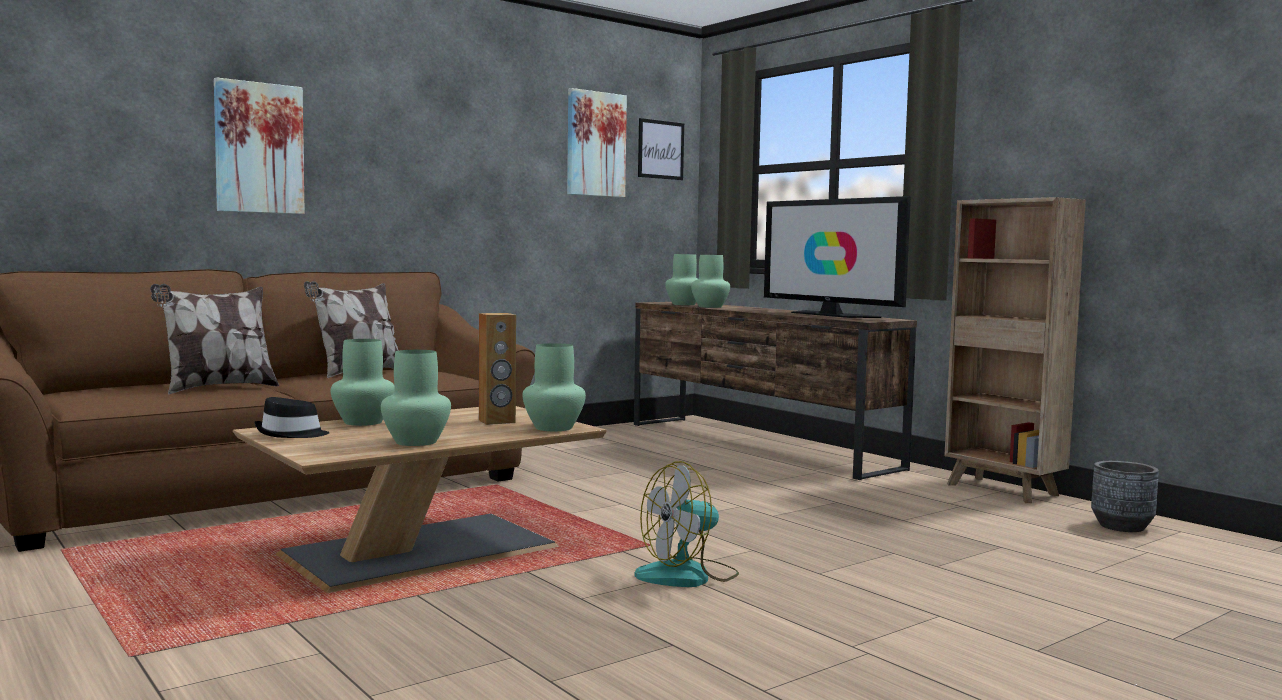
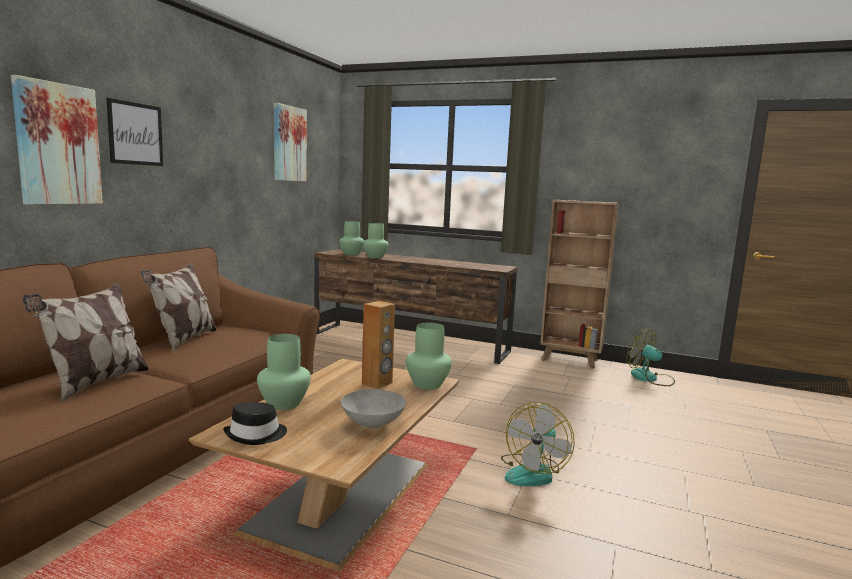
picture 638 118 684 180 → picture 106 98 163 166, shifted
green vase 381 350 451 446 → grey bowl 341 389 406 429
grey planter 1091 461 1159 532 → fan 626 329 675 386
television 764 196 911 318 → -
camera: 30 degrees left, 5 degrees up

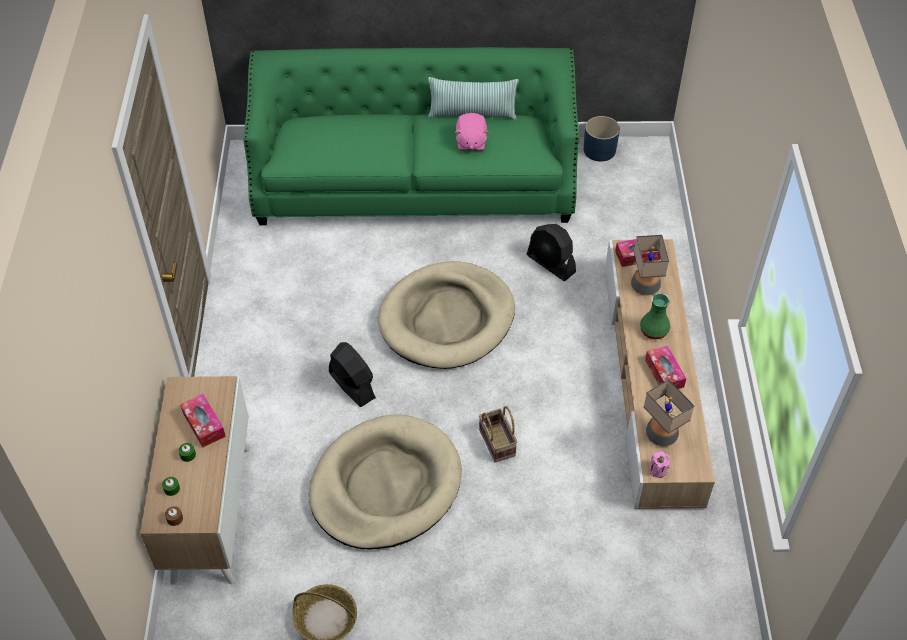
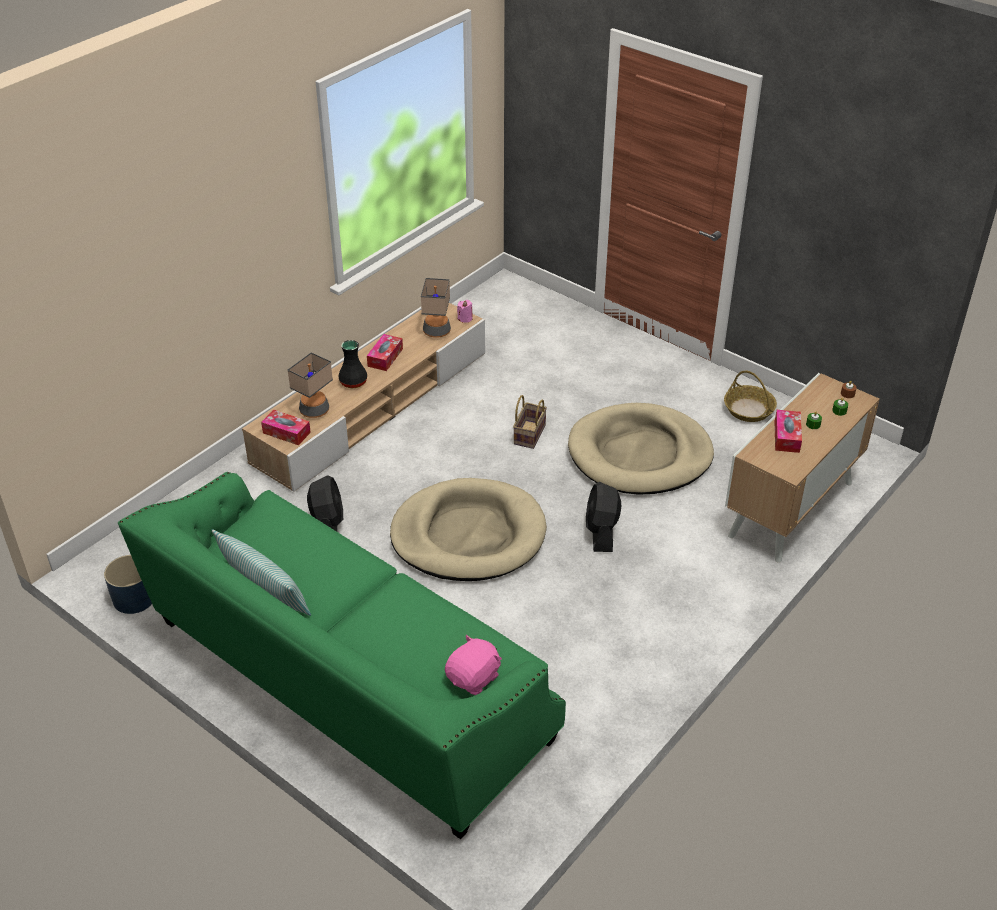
green vase 640 293 670 339 → black vase 339 340 367 388
pink plush toy 454 113 489 151 → pink plush toy 445 635 502 695, shifted
camera: 140 degrees left, 10 degrees down

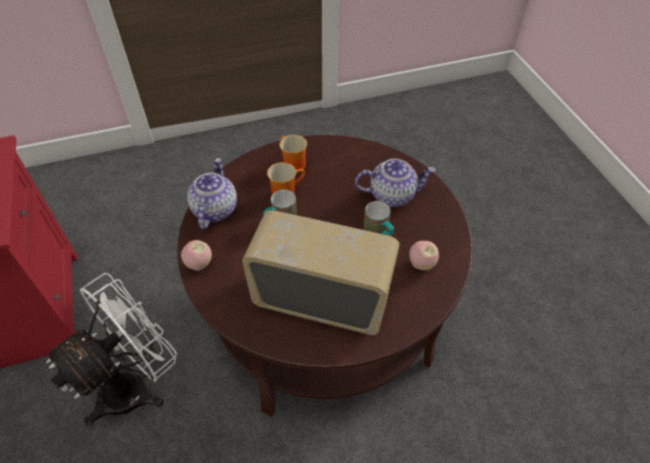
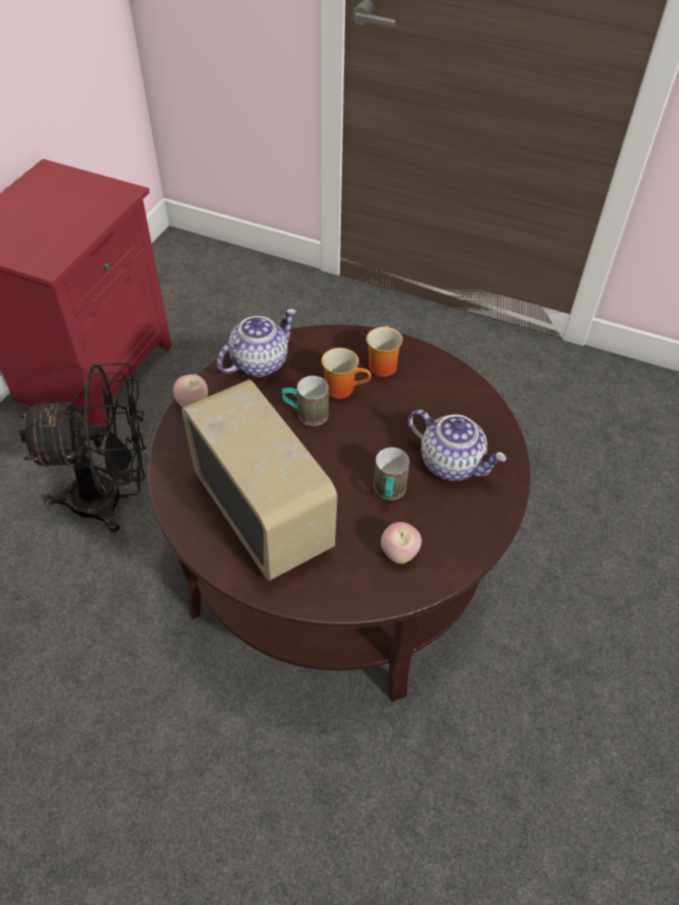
white fan 46 273 177 427 → black fan 19 363 146 534
camera: 40 degrees right, 0 degrees up

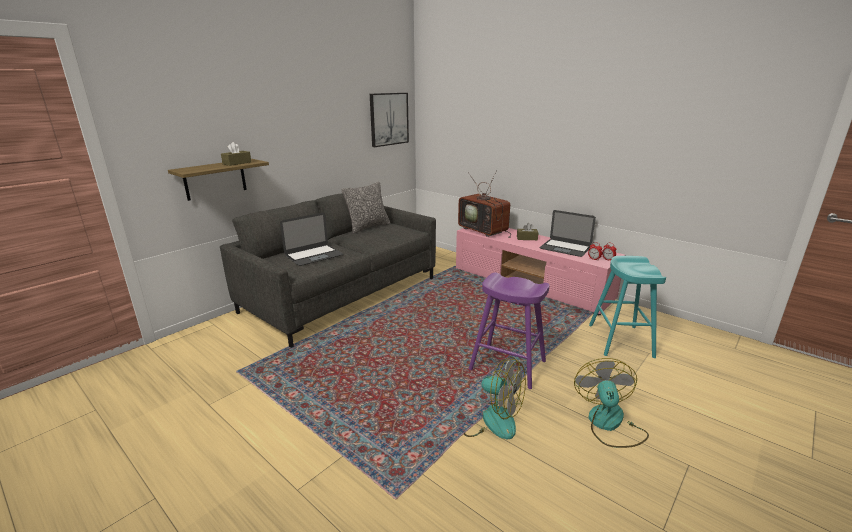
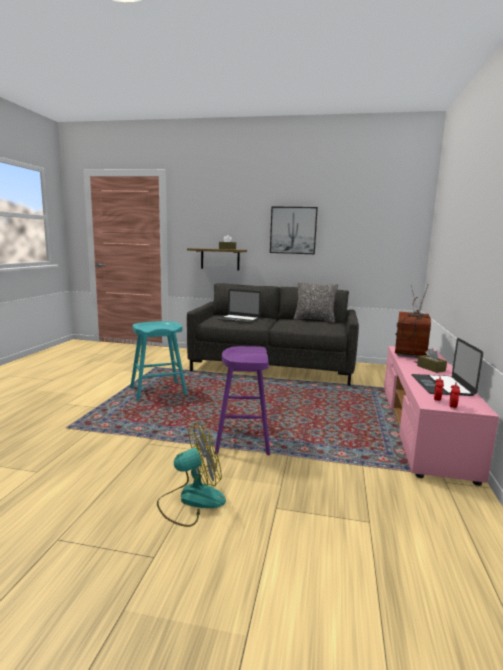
turquoise stool 589 256 666 358 → turquoise stool 130 321 187 401, shifted
picture 370 93 409 147 → picture 270 206 318 254, shifted
fan 464 357 526 439 → -
camera: 60 degrees right, 10 degrees down

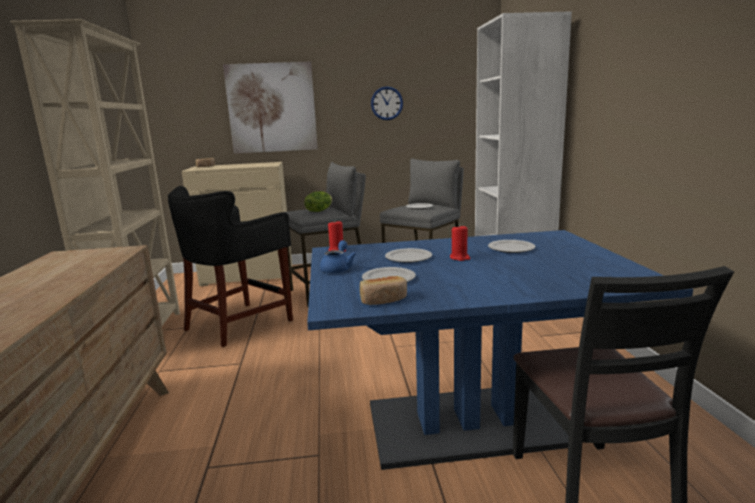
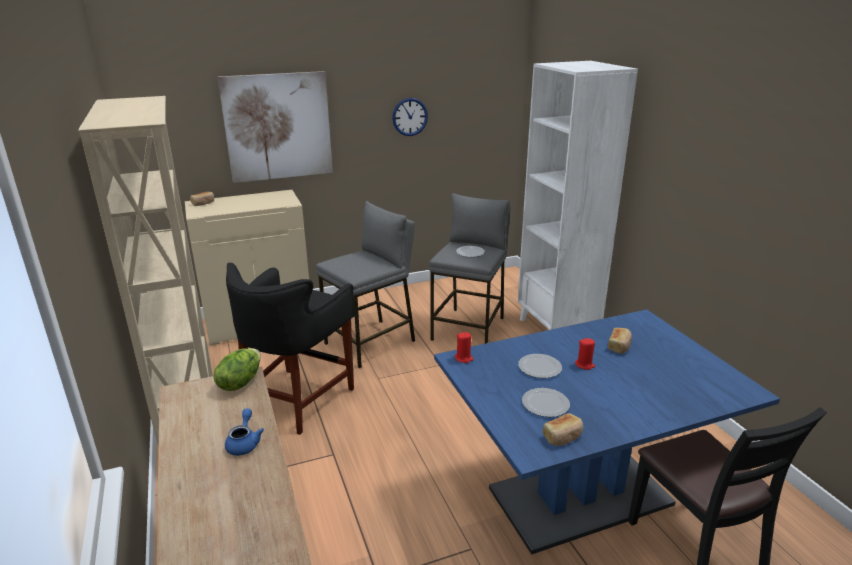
lettuce 304 191 332 212 → lettuce 214 348 261 391, shifted
blue teapot 320 240 356 273 → blue teapot 225 408 264 456, shifted
plate 488 240 535 253 → bread 608 328 632 354
camera: 15 degrees left, 10 degrees up

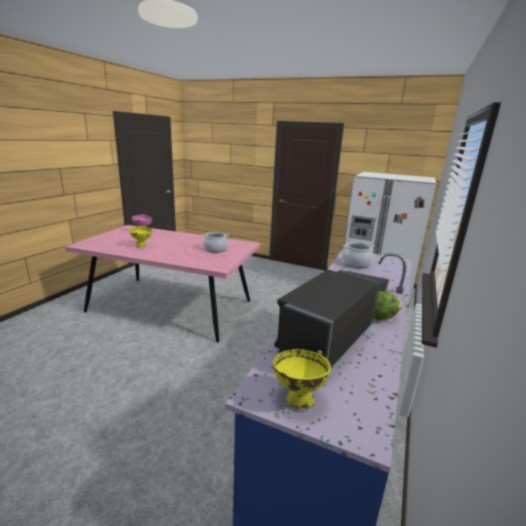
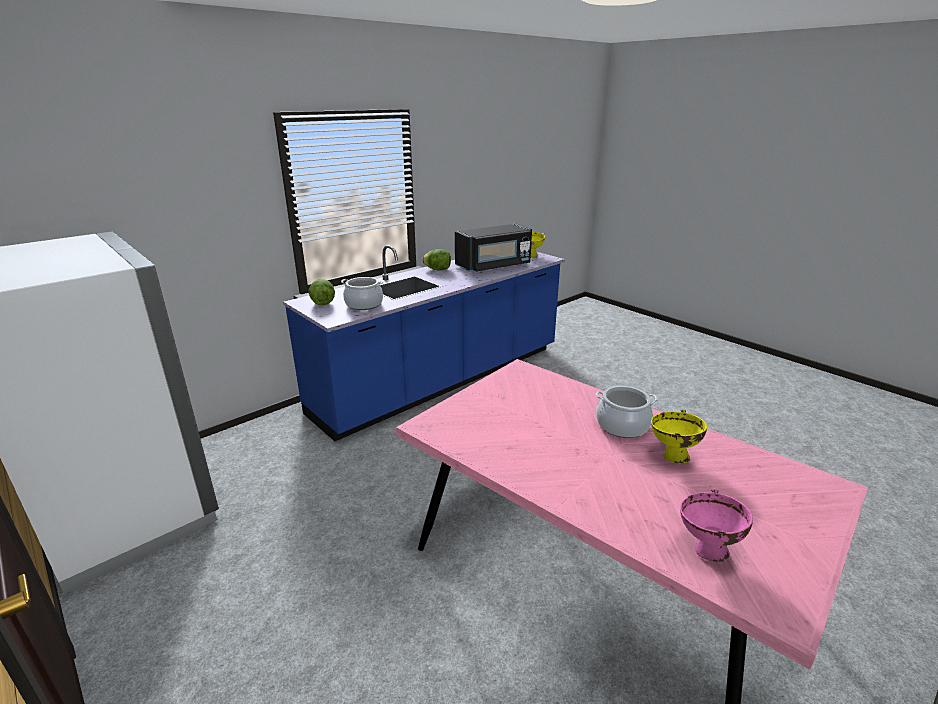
- → lettuce 309 279 335 305
cooking pot 202 232 229 253 → cooking pot 596 386 658 438, shifted
camera: 155 degrees left, 5 degrees up

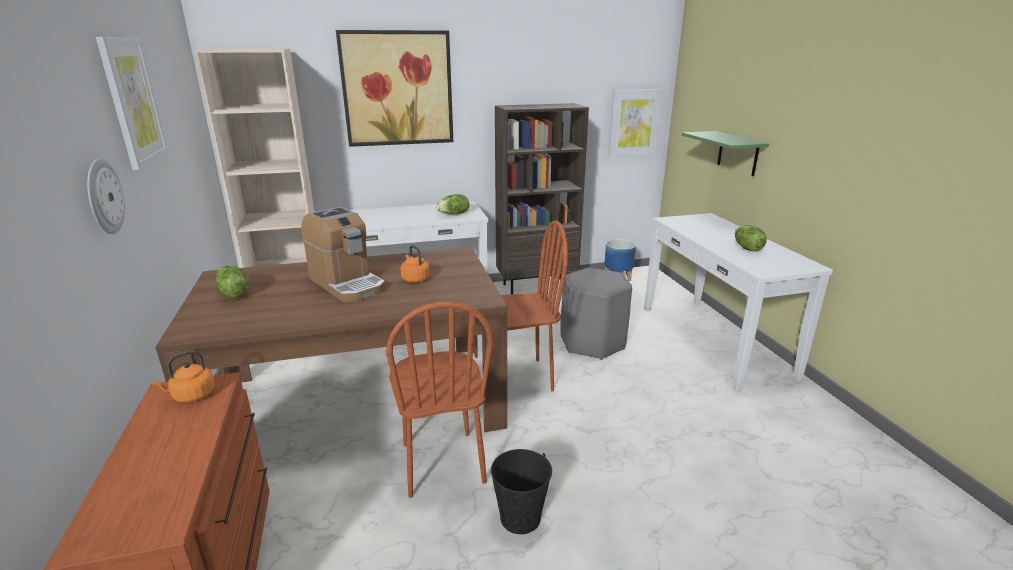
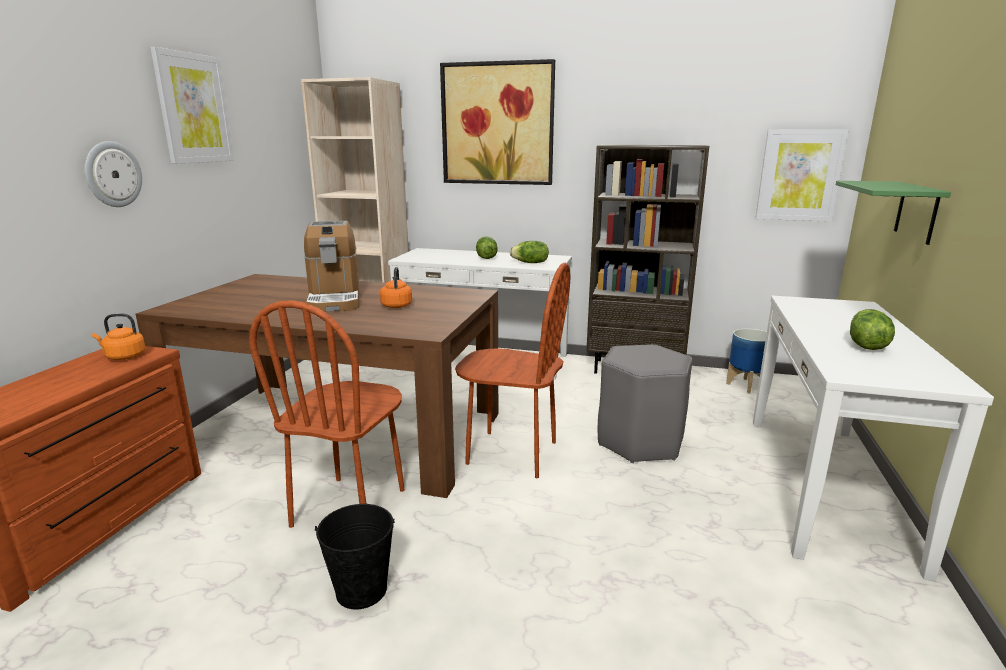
lettuce 216 266 250 298 → lettuce 476 236 498 259, shifted
camera: 30 degrees right, 5 degrees down

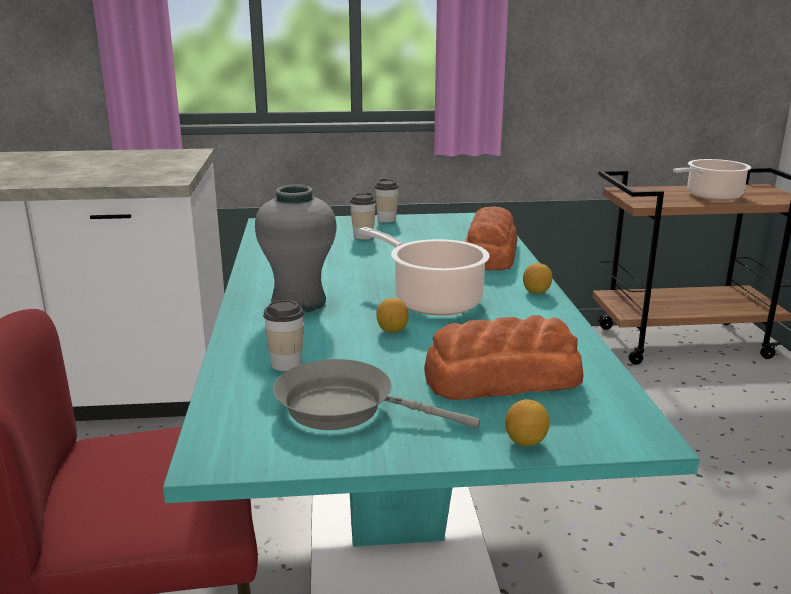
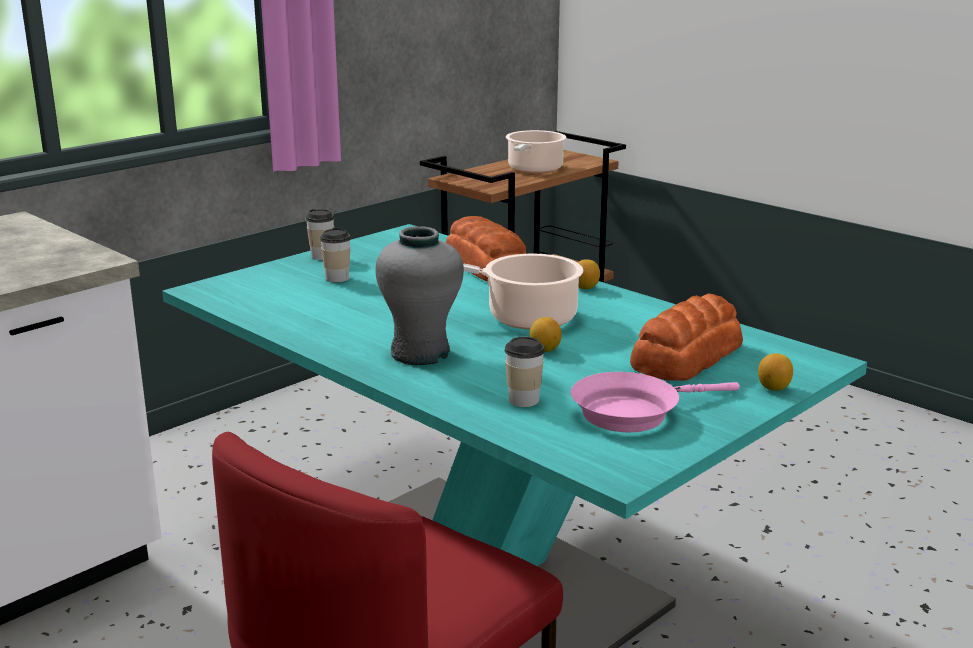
grey frying pan 273 359 480 430 → pink frying pan 571 372 740 432
camera: 40 degrees left, 0 degrees up

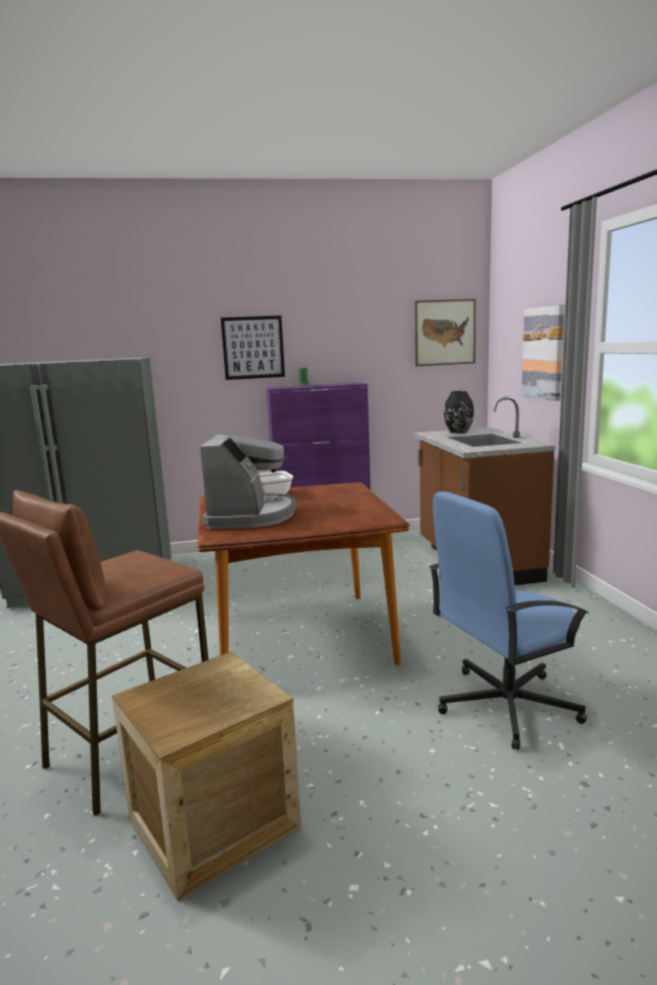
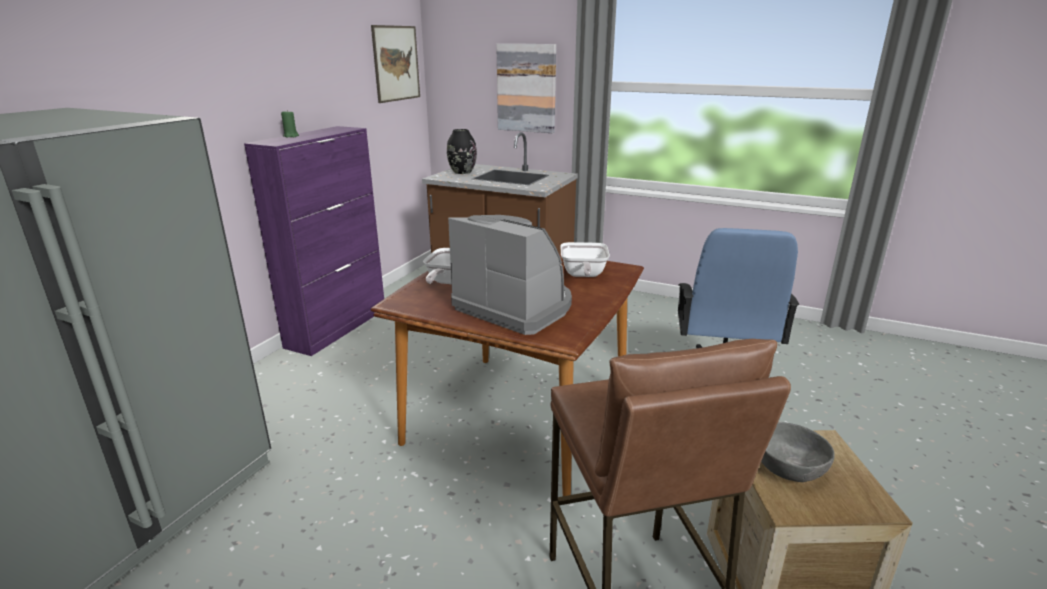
- → frying pan 560 242 610 277
- → grey bowl 761 422 835 482
picture 221 316 285 380 → -
camera: 55 degrees left, 10 degrees up

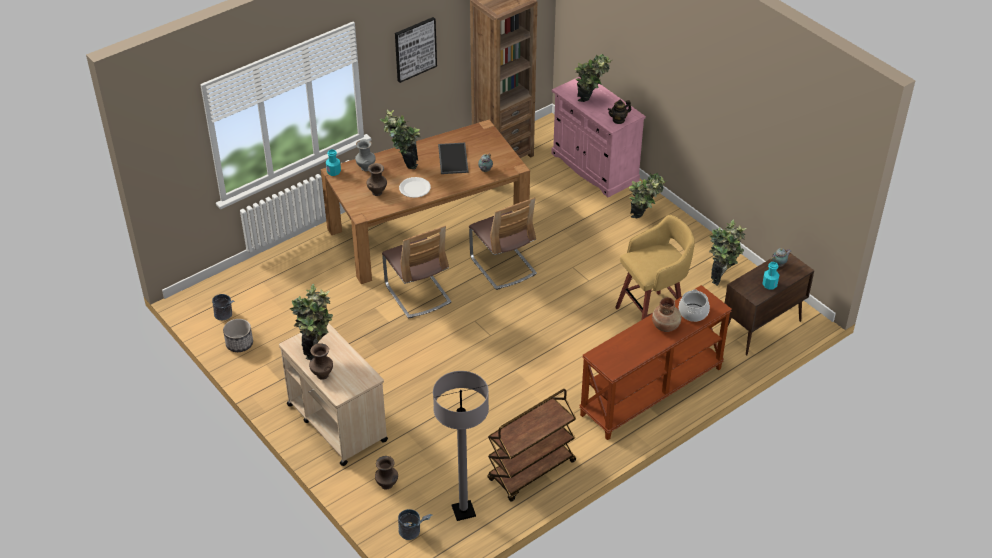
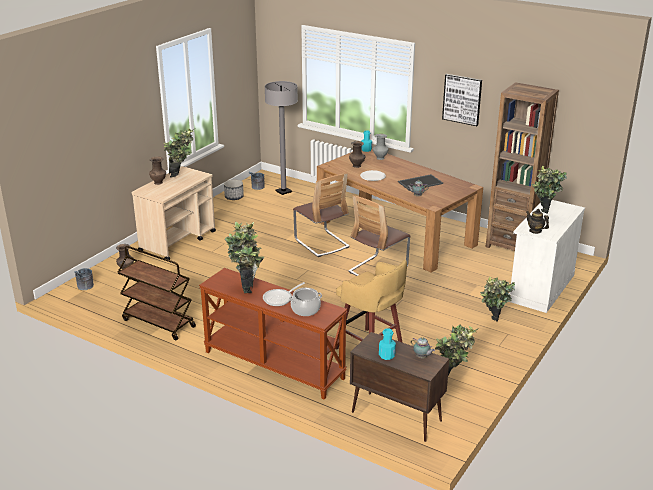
potted plant 379 110 420 169 → potted plant 225 222 265 293, shifted
brown vase 652 297 681 332 → frying pan 263 282 305 306
grey floor lamp 433 371 489 521 → grey floor lamp 264 81 298 195, shifted
chair 382 226 452 318 → chair 293 173 350 257, 75 degrees counterclockwise
pink cabinet 551 77 646 197 → white cabinet 509 200 585 313
camera: 70 degrees right, 15 degrees down

